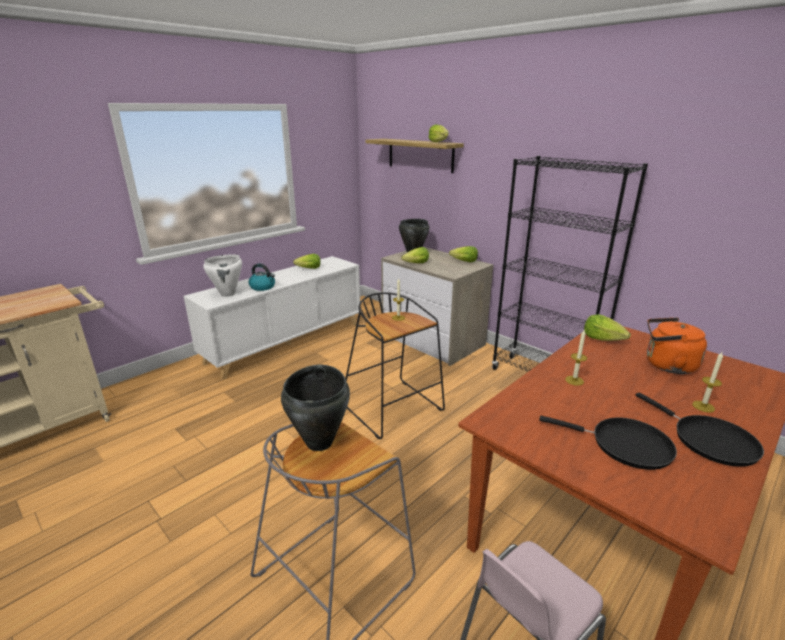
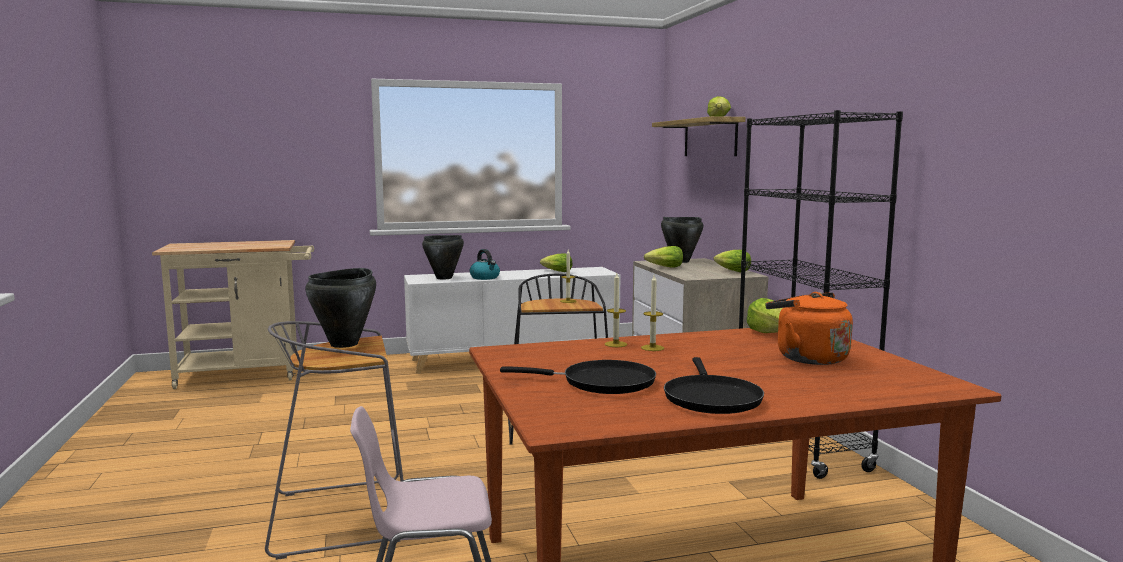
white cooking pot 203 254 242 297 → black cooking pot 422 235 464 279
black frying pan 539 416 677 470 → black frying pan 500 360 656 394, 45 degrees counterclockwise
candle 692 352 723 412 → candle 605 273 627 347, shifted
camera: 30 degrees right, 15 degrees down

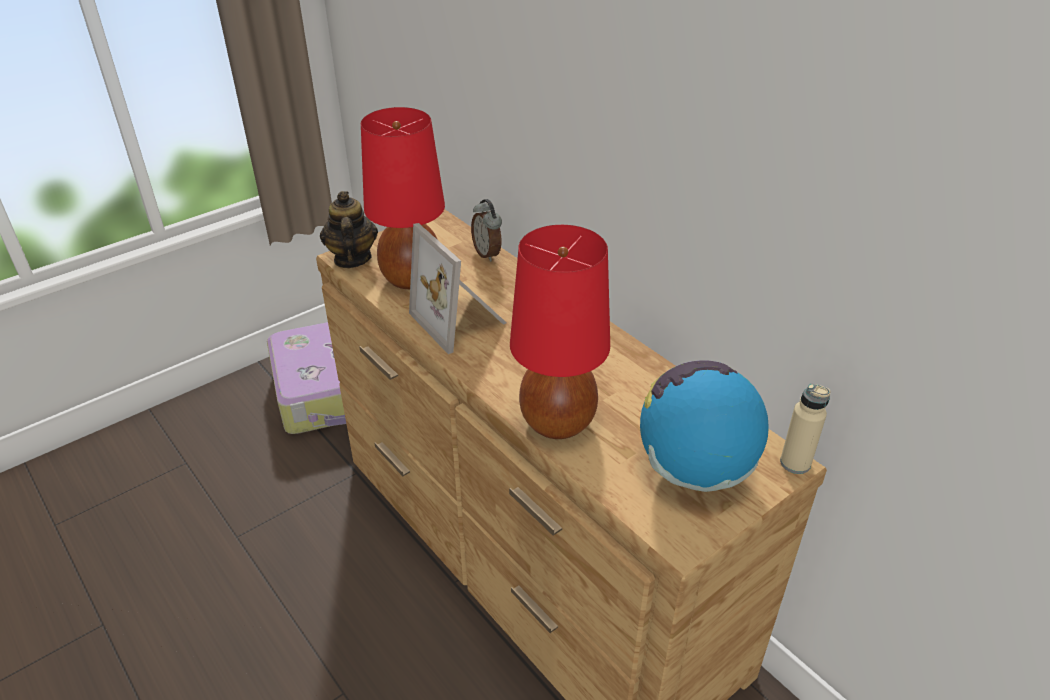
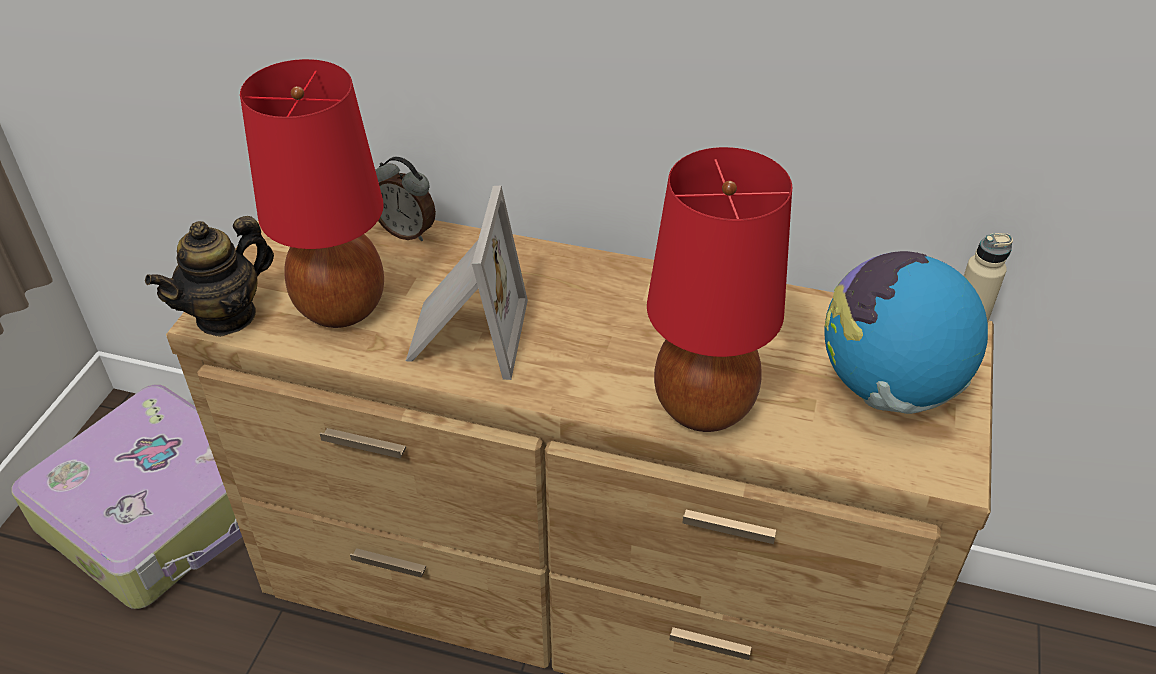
teapot 320 191 378 268 → teapot 145 216 274 337, 90 degrees counterclockwise
picture frame 409 223 507 354 → picture frame 406 186 528 380, 105 degrees counterclockwise
camera: 35 degrees left, 5 degrees up

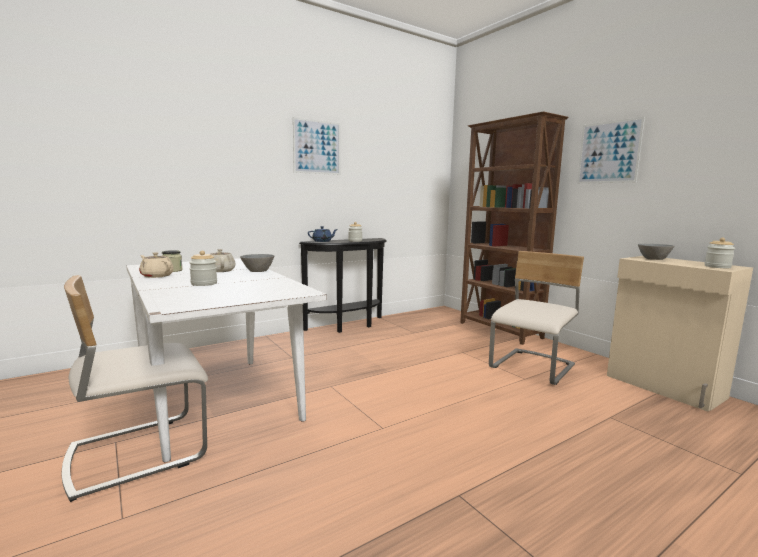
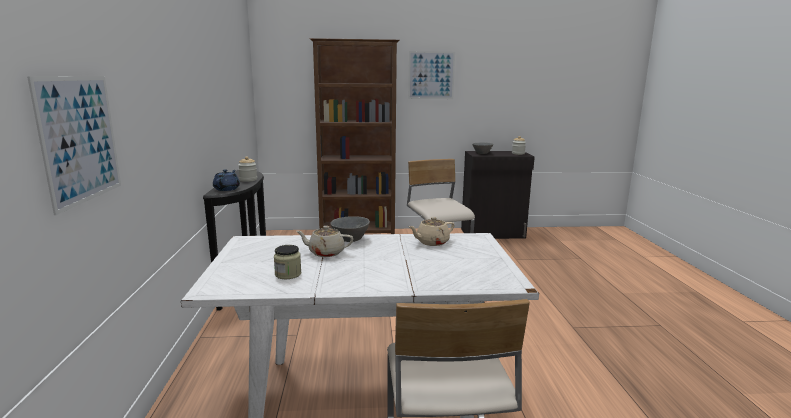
picture 293 117 340 175 → picture 27 76 121 215, shifted
beige teapot 139 252 174 278 → beige teapot 409 217 455 246, shifted
beige cabinet 607 256 753 412 → black cabinet 461 151 535 239
jar 189 250 217 286 → -
camera: 60 degrees left, 5 degrees up

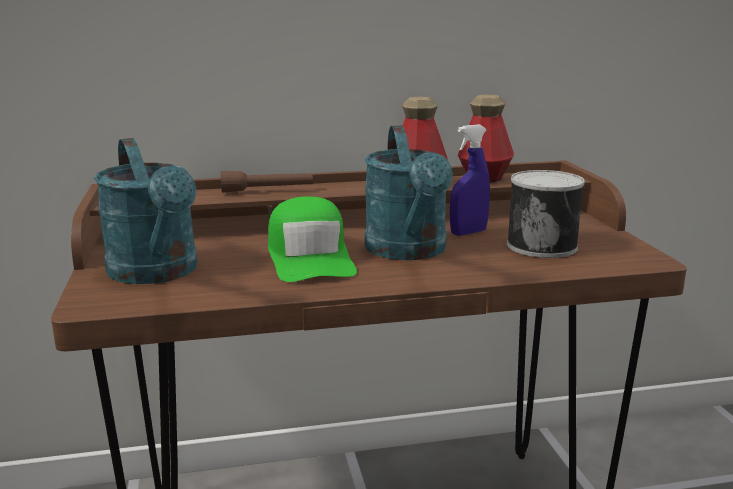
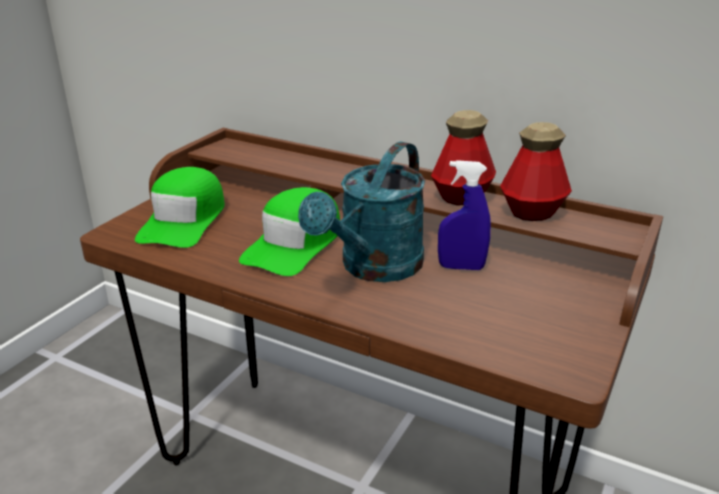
turquoise watering can 94 138 198 284 → green cap 135 167 225 248
brown flashlight 221 171 313 193 → -
can 507 170 585 258 → -
camera: 40 degrees right, 10 degrees up

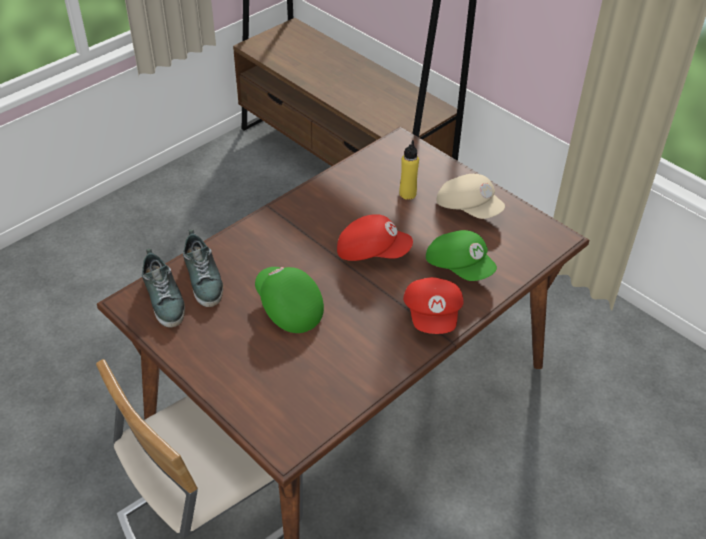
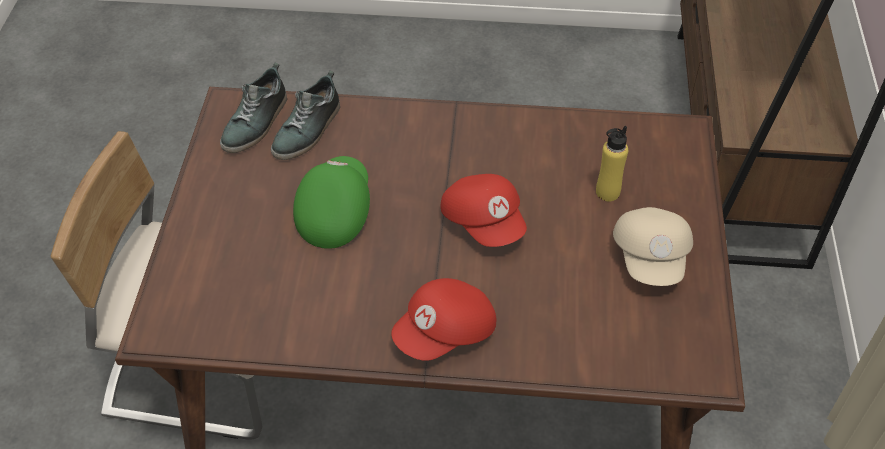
green cap 426 230 497 281 → -
camera: 50 degrees right, 5 degrees up

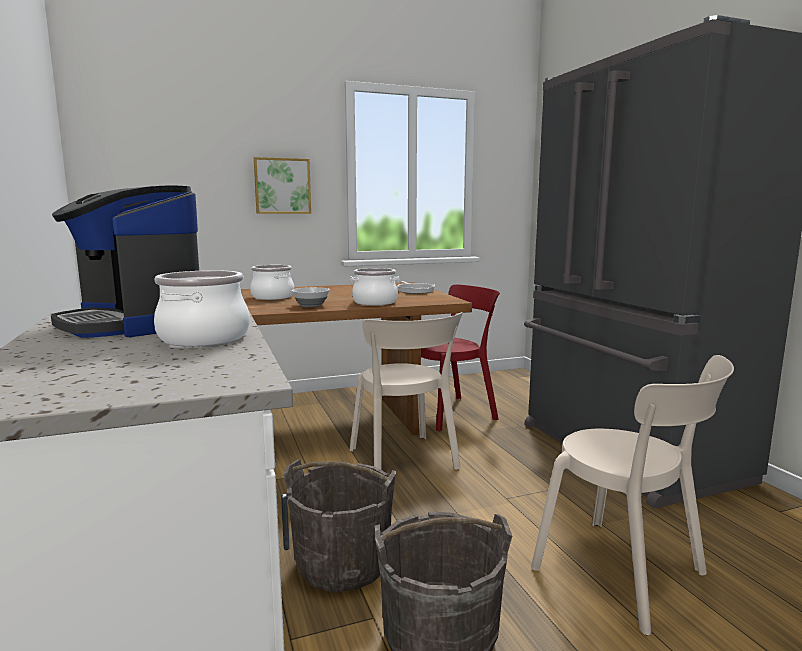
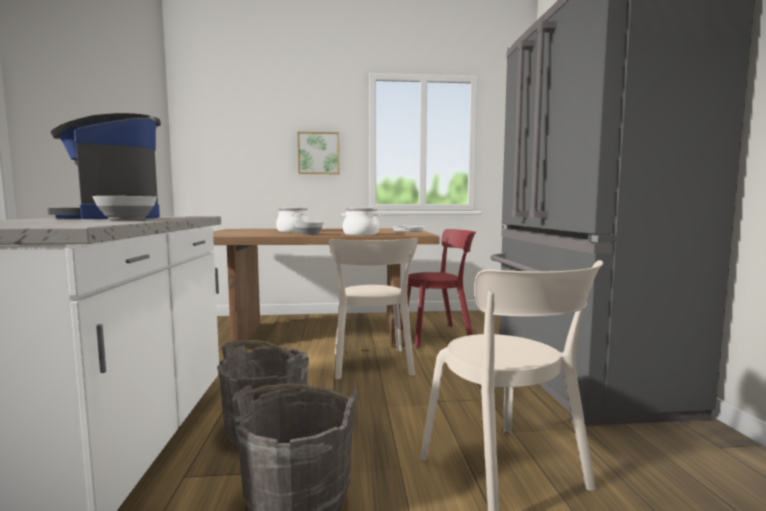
cooking pot 154 270 250 347 → bowl 92 196 157 220
camera: 15 degrees right, 5 degrees down

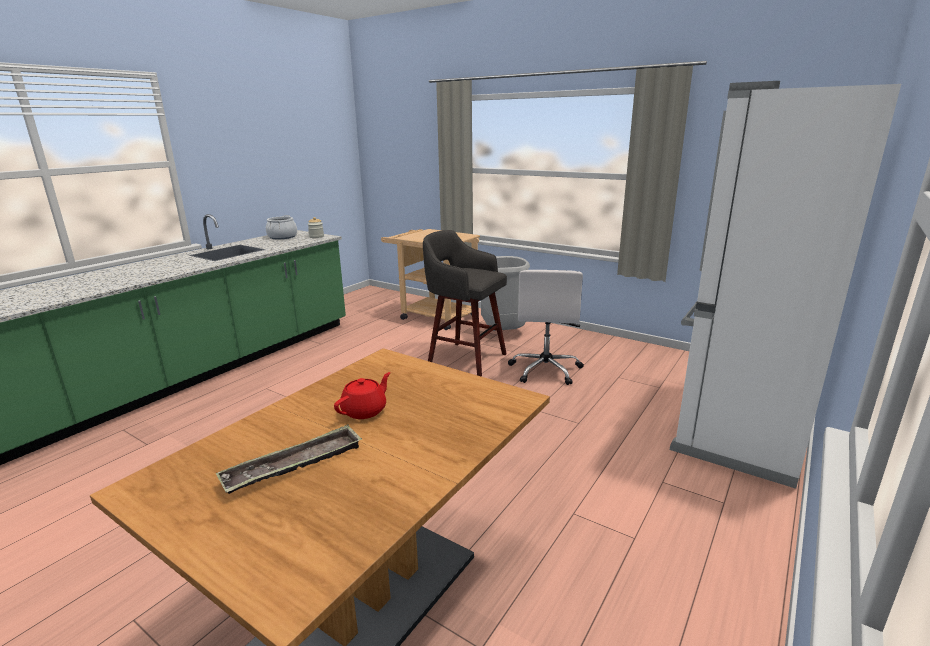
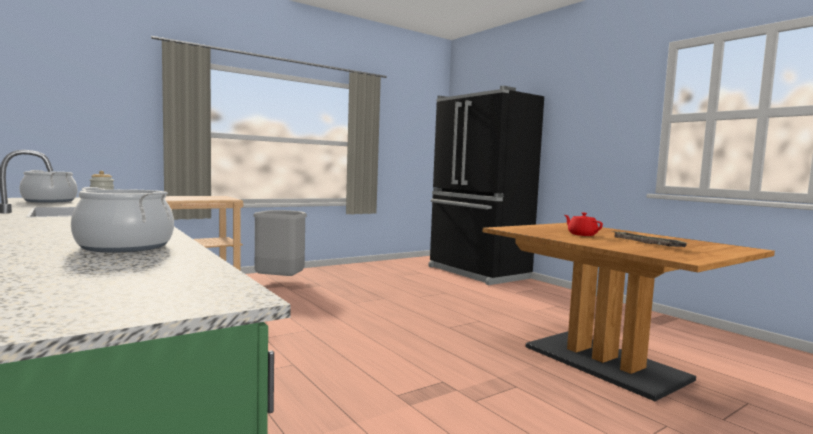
- → cooking pot 71 187 174 253
white fridge 670 81 901 489 → black fridge 428 86 544 285
grey stool 423 230 507 376 → -
white office chair 508 270 584 385 → -
camera: 70 degrees left, 15 degrees down

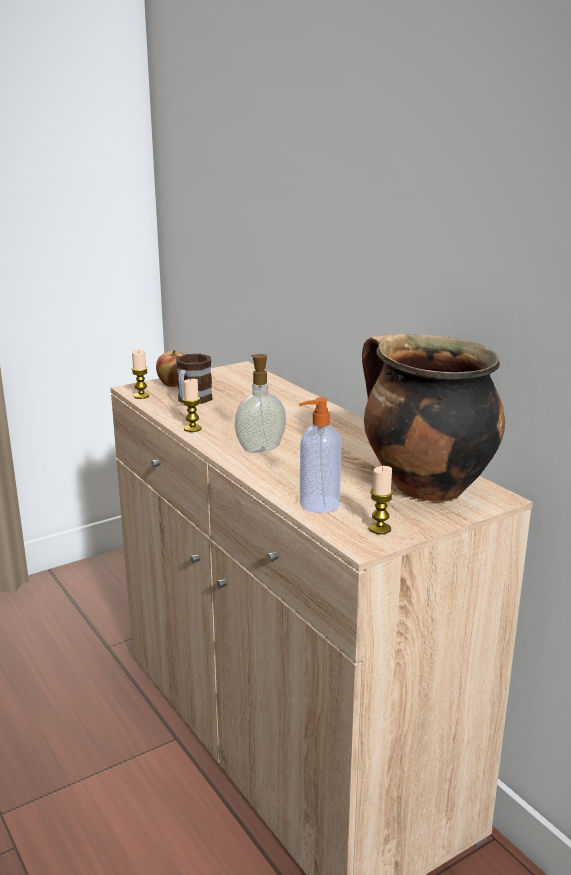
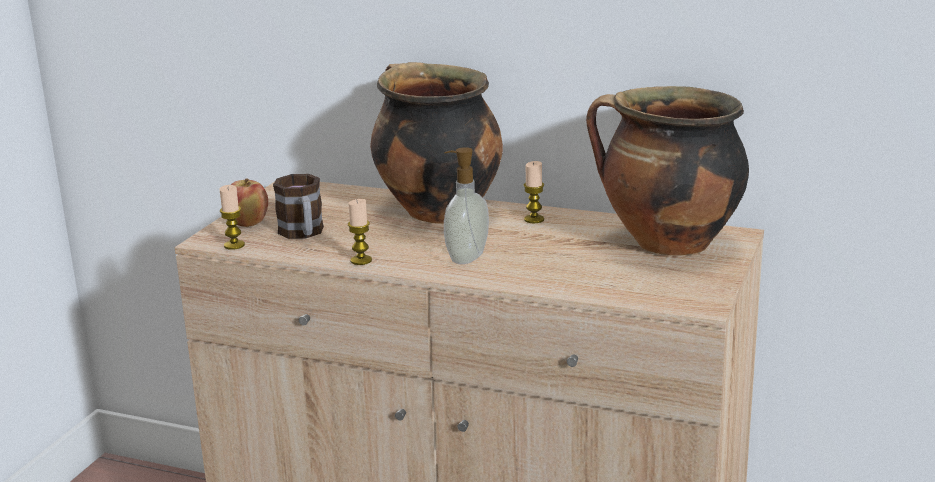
- → cooking pot 370 62 503 224
candle 369 466 393 534 → candle 524 161 544 223, shifted
soap dispenser 299 397 342 513 → -
camera: 35 degrees left, 0 degrees up

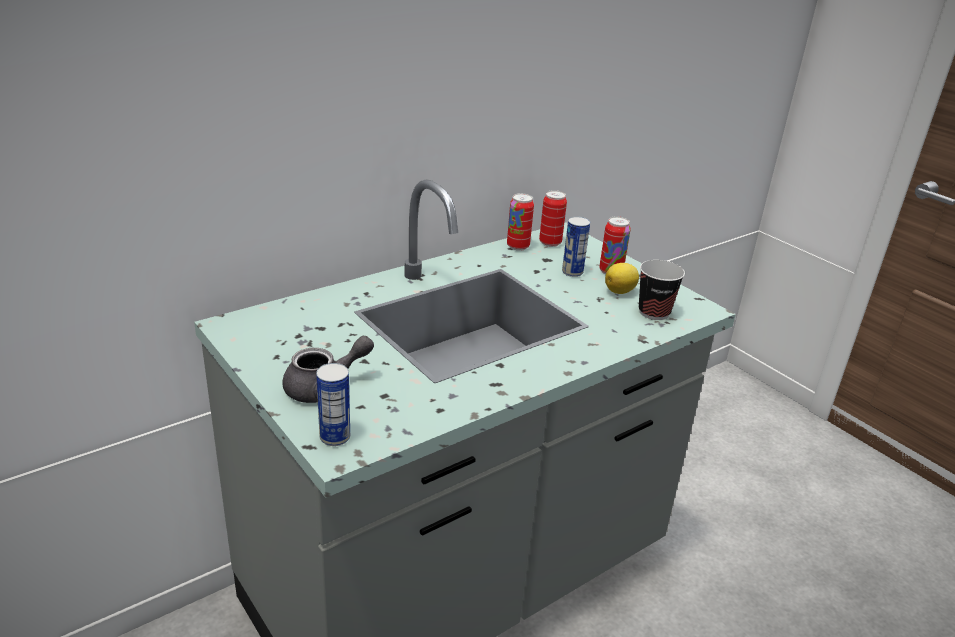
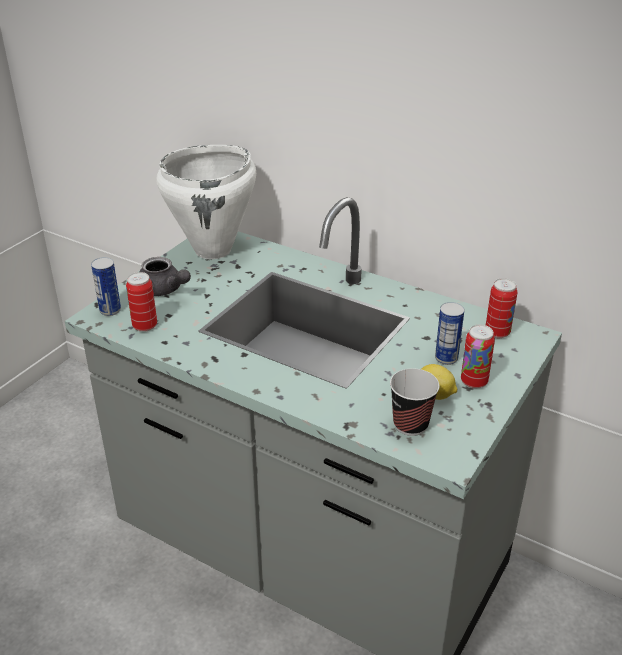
can 507 193 534 251 → can 126 272 157 332, shifted
- → white cooking pot 157 145 256 259
camera: 70 degrees right, 5 degrees up

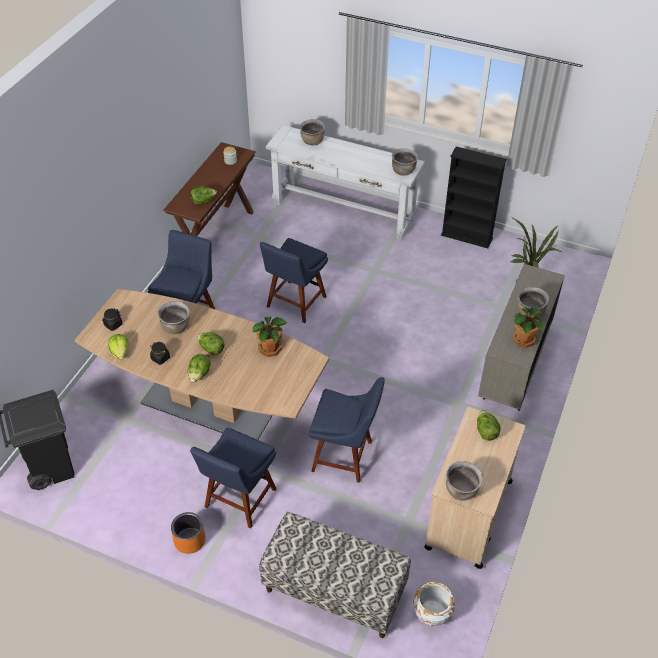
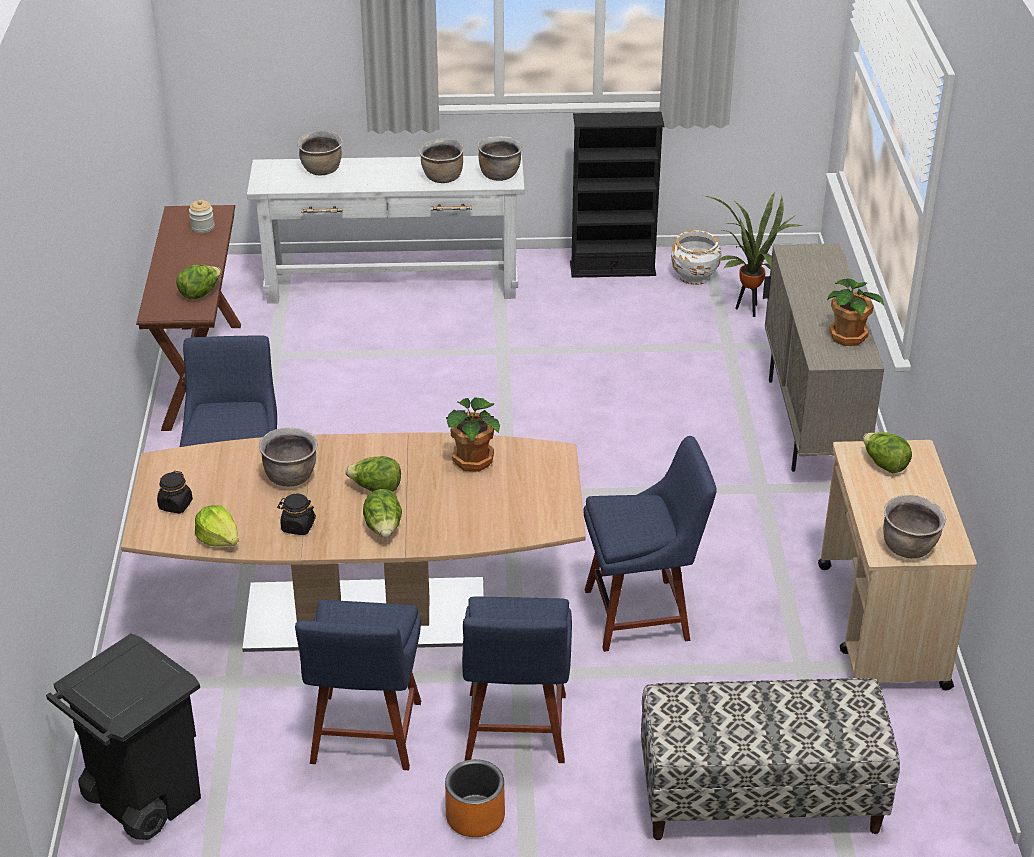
blue chair 260 238 328 323 → blue chair 295 600 421 770, shifted
brown cooking pot 517 287 549 318 → brown cooking pot 419 138 464 183, shifted
white planter 413 582 455 626 → white planter 671 230 722 285, shifted
camera: 25 degrees left, 10 degrees down

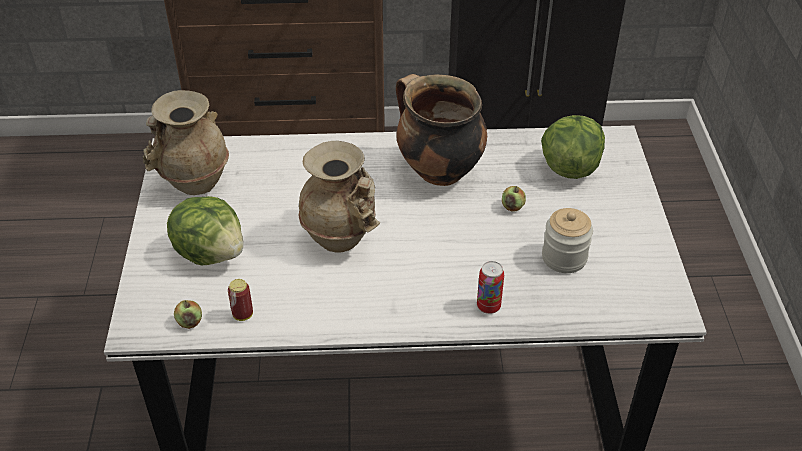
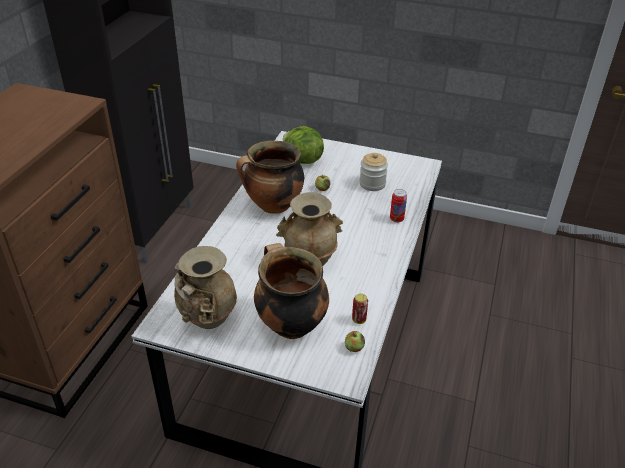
lettuce 167 196 243 265 → cooking pot 254 243 329 339
camera: 70 degrees left, 5 degrees down

